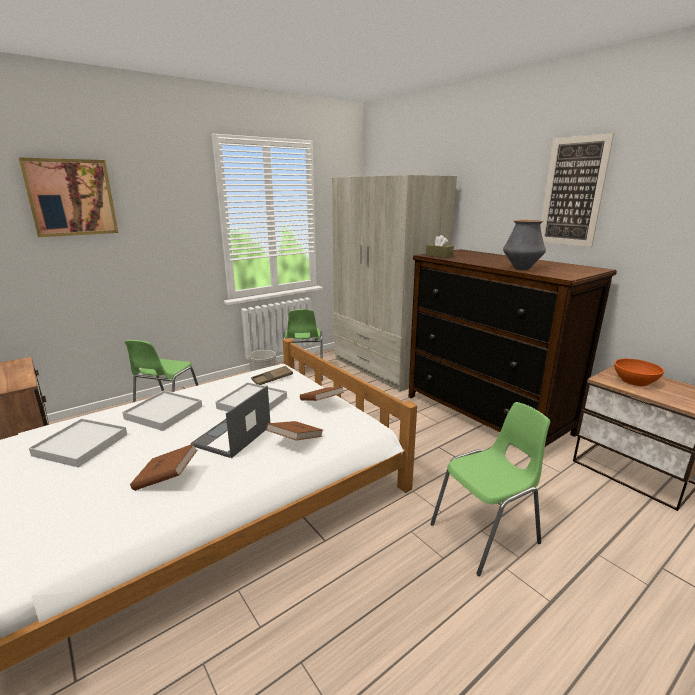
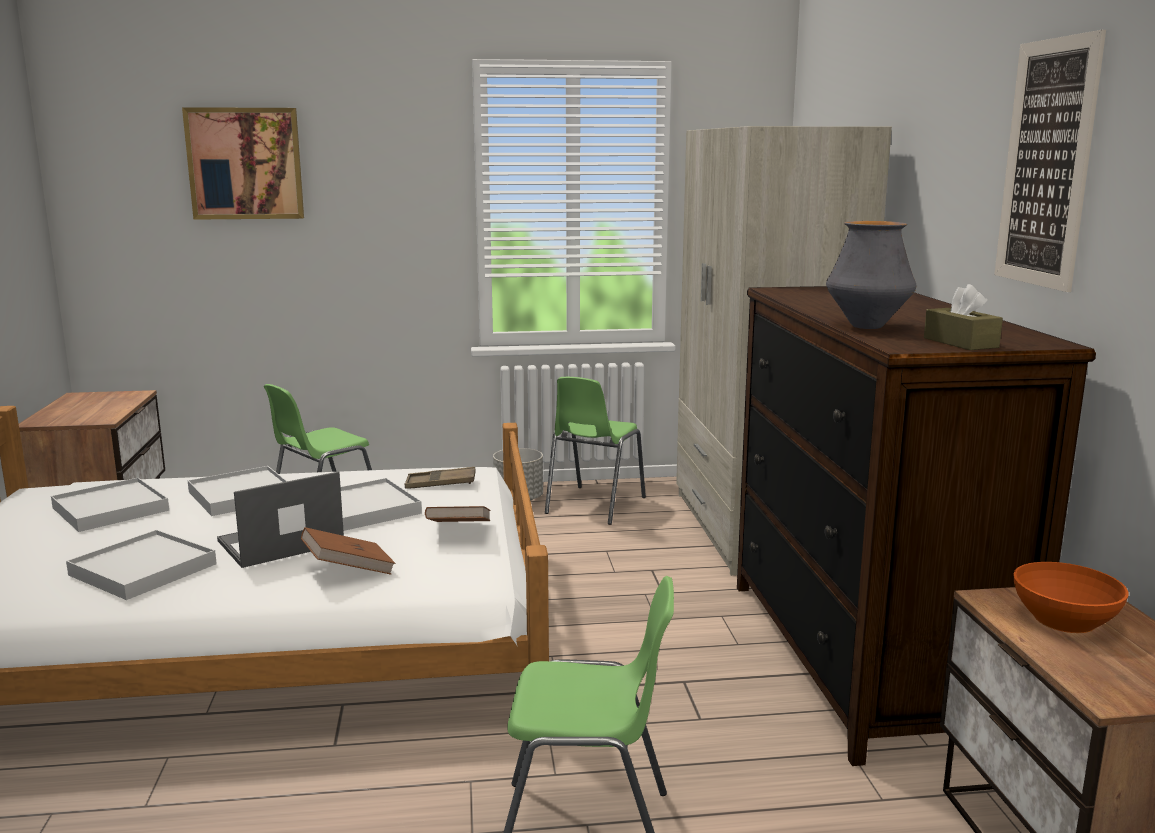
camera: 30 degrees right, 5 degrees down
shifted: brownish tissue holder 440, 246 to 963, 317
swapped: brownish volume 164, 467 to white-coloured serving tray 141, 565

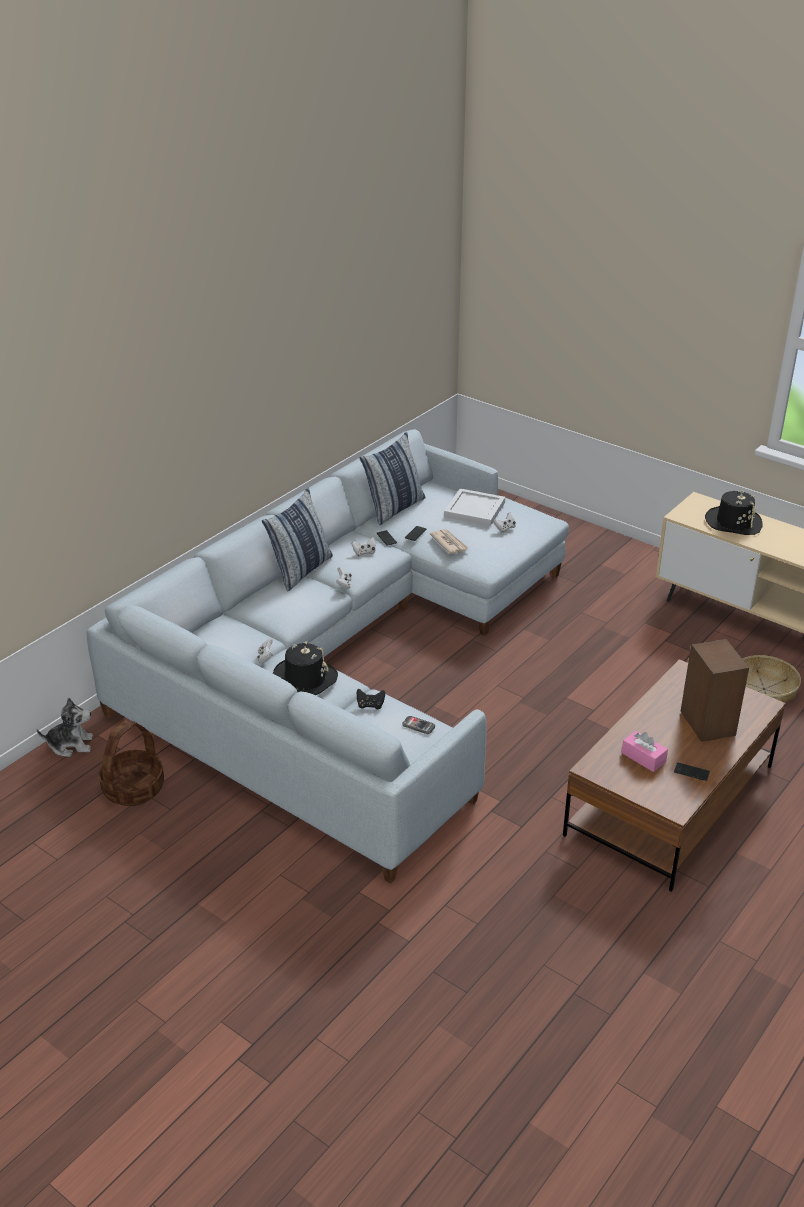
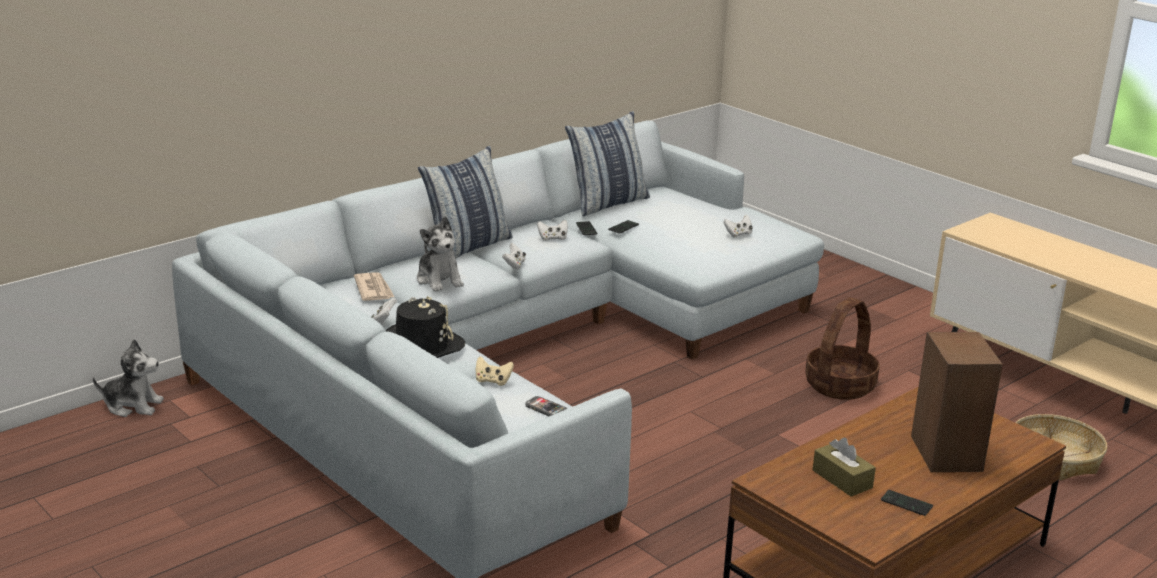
camera: 10 degrees right, 10 degrees down
gone: white-coloured serving tray 474, 507; black clothing hat 734, 512
new: soft toy 440, 254
shifted: basket 131, 762 to 842, 348; daily paper 449, 541 to 374, 286
repainted: black joypad 371, 698 to beige-coloured joypad 495, 371; pink-coloured tissue holder 645, 751 to brownish tissue holder 844, 467

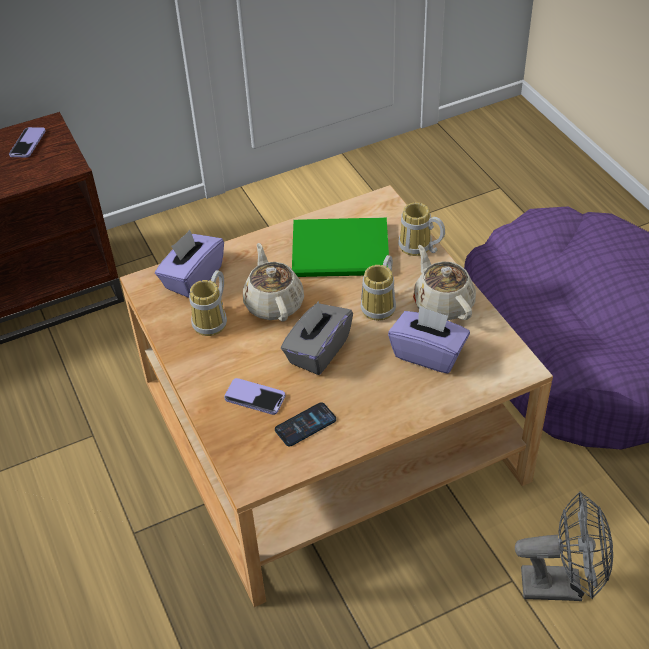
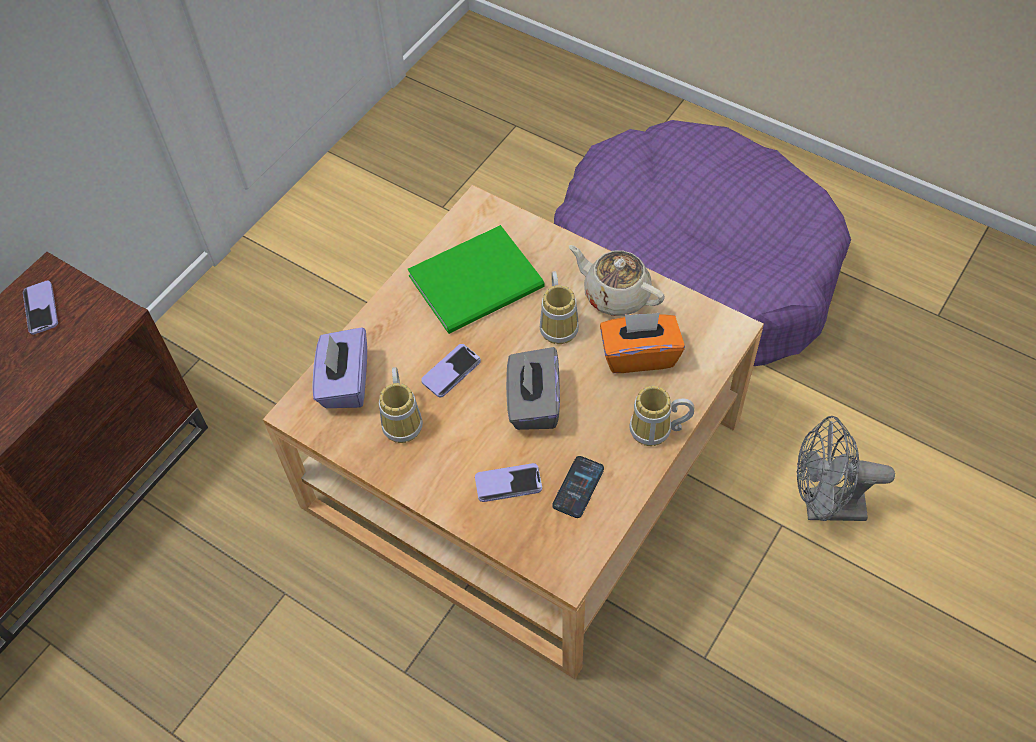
camera: 30 degrees left, 10 degrees up
shifted: tea mug 421, 229 to 661, 416
swapped: beige-coloured pot for tea 273, 282 to telephone 451, 370
repainted: purplish tissue holder 429, 340 to orange-coloured tissue holder 642, 343
rotated: gray cooling fan 564, 546 = 846, 468 150 degrees counterclockwise

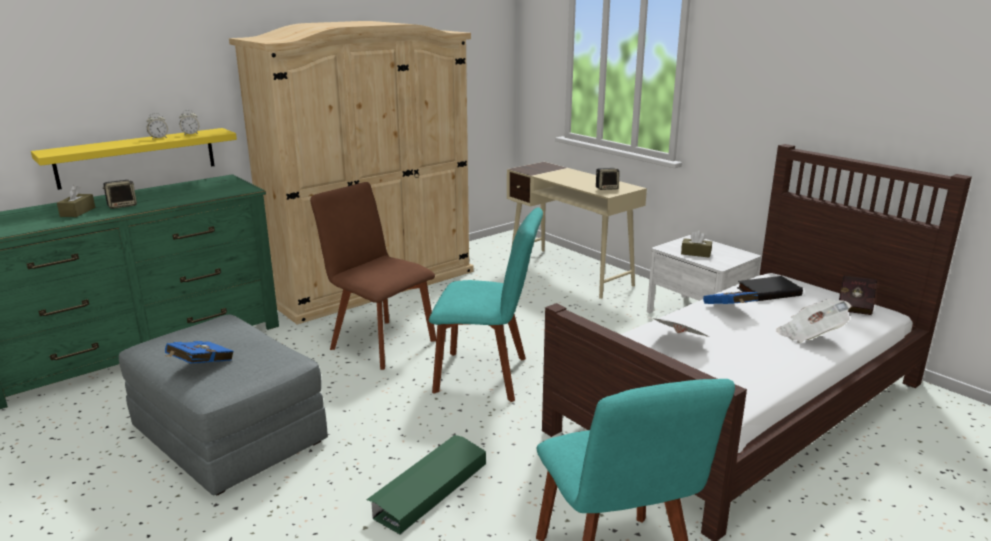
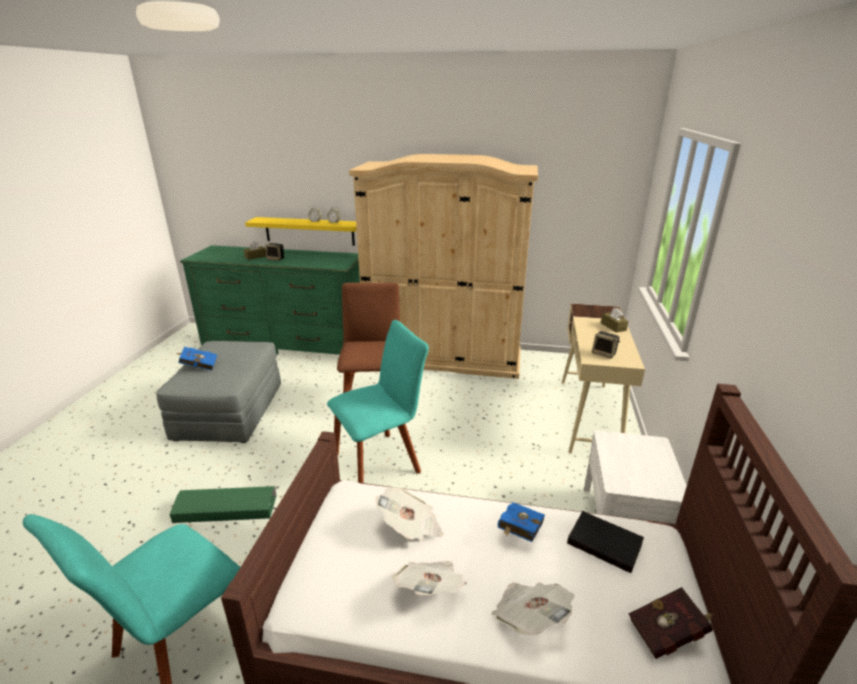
camera: 50 degrees right, 5 degrees up
new: daily paper 429, 578
shifted: brownish tissue holder 696, 244 to 614, 320
rotated: turquoise upright chair 486, 304 = 378, 401 90 degrees counterclockwise

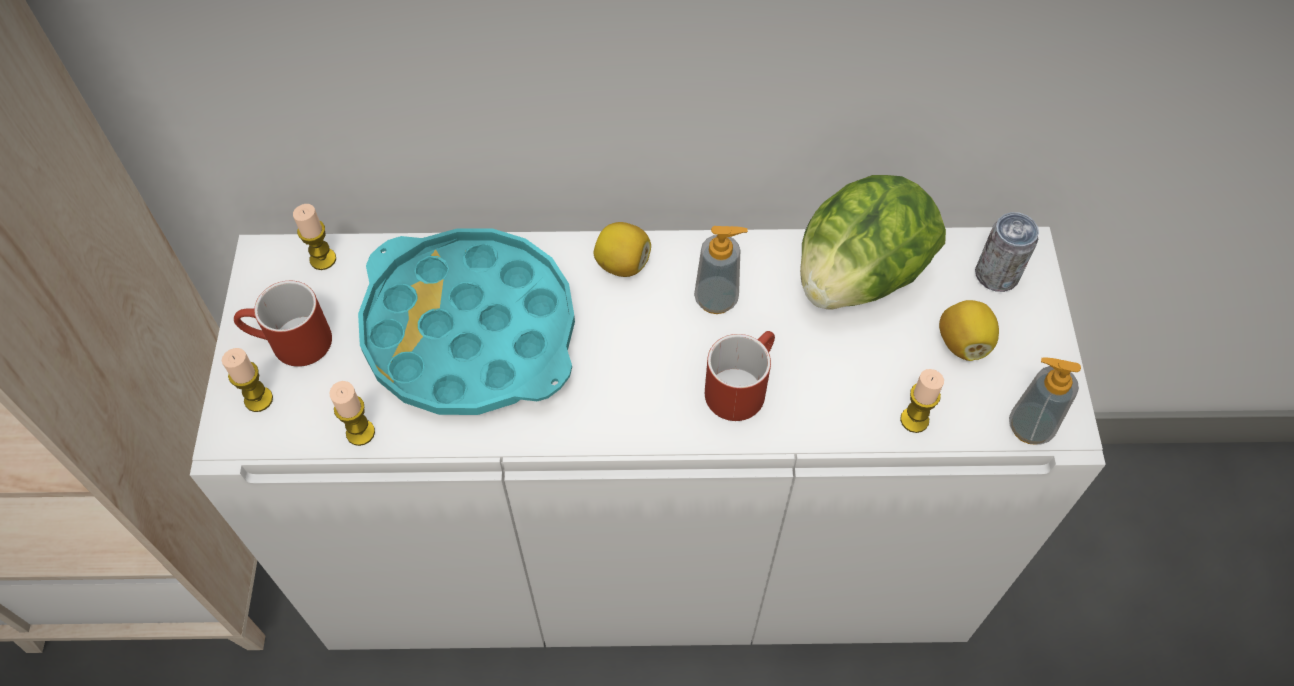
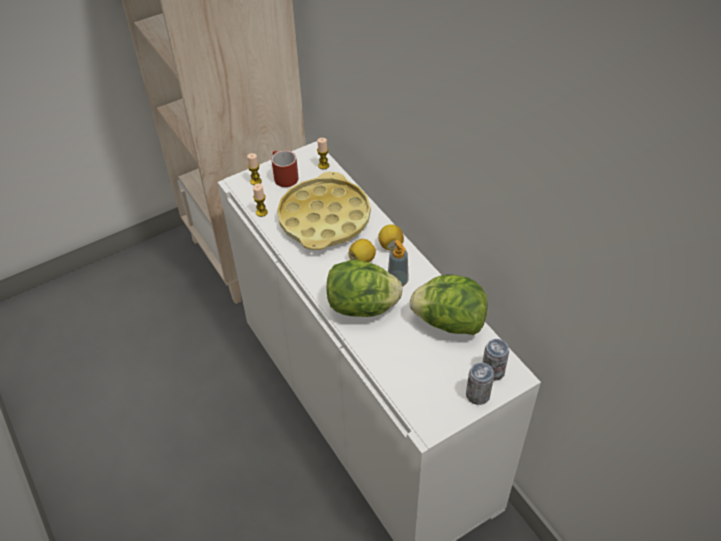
camera: 60 degrees right, 10 degrees down
gone: candle 922, 401; soap bottle 1045, 401
new: metal can 480, 383
shifted: lemon 969, 330 to 362, 250
swapped: red-coloured tea mug 740, 376 to lettuce 364, 288
repainted: turquoise serving tray 466, 321 to yellowish serving tray 324, 211

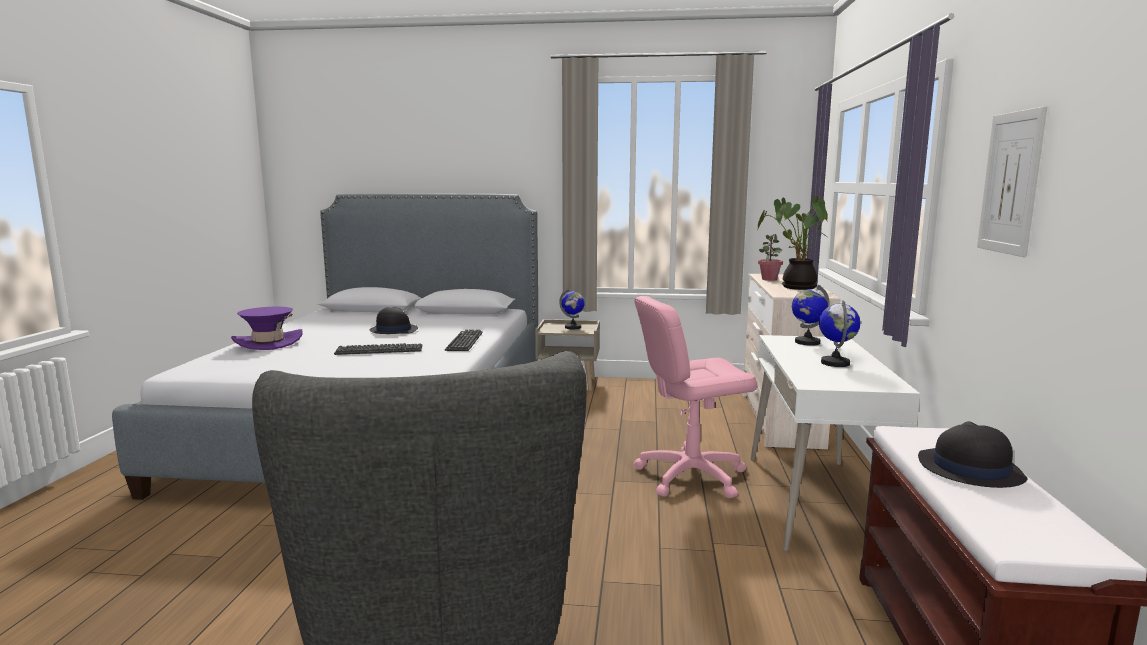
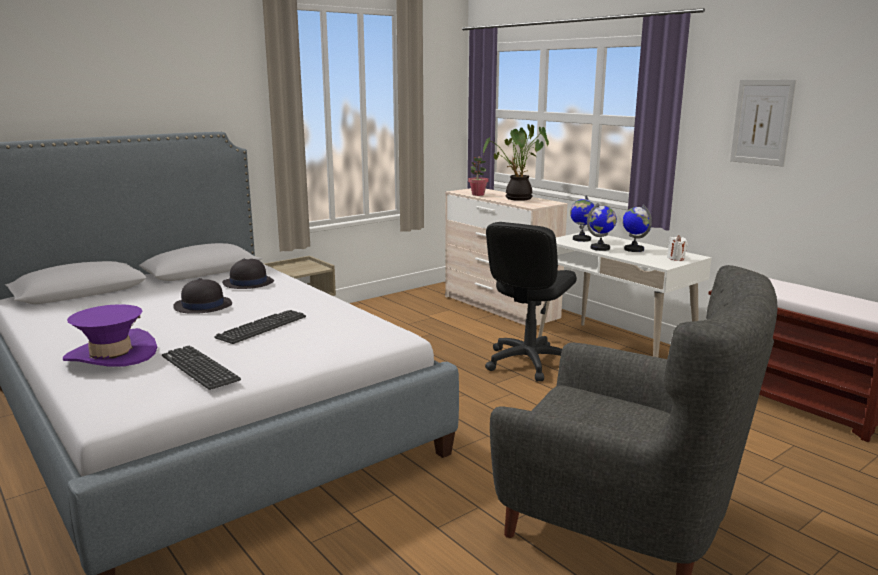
camera: 45 degrees left, 5 degrees up
new: white-coloured candle 677, 248
shifted: keyboard 464, 340 to 201, 368; globe 572, 308 to 602, 227; black clothing hat 972, 454 to 248, 274
repainted: pink-coloured computer chair 695, 397 to black computer chair 531, 301

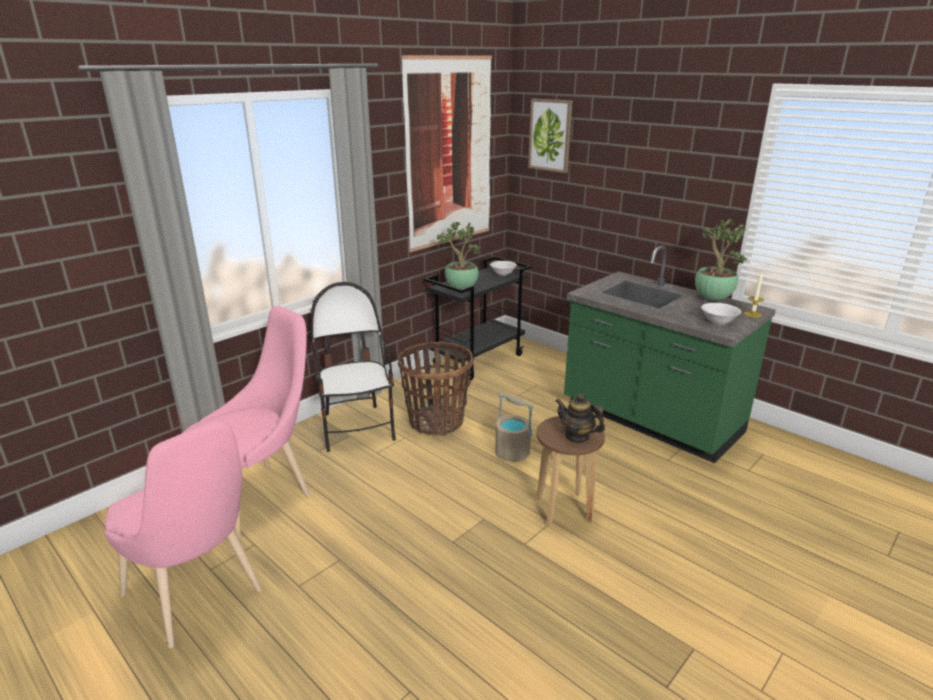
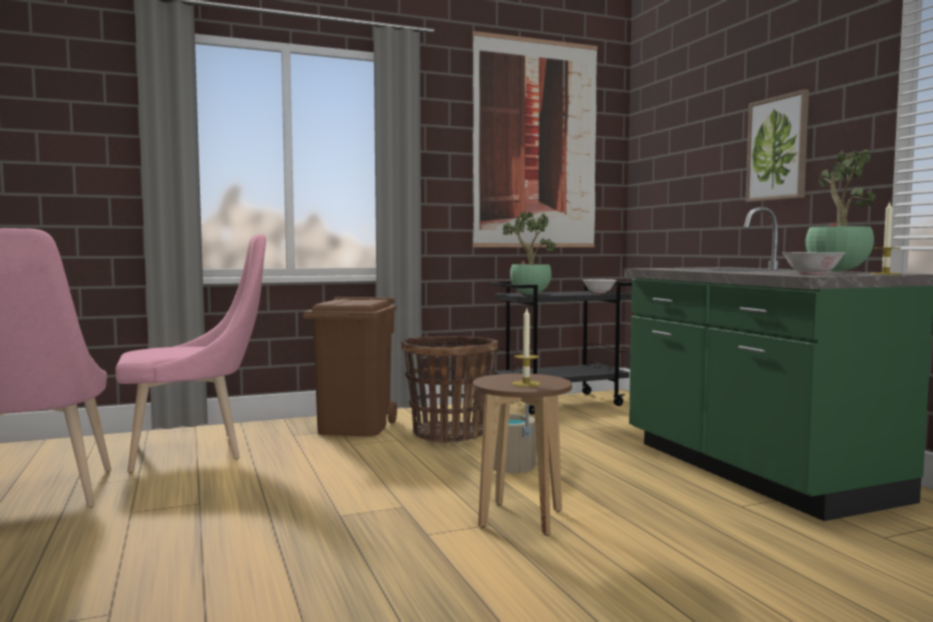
camera: 25 degrees right, 20 degrees down
shifted: picture 550, 136 to 777, 145
swapped: upright chair 353, 367 to brownish trash can 350, 366; pot for tea 580, 418 to candle 526, 348

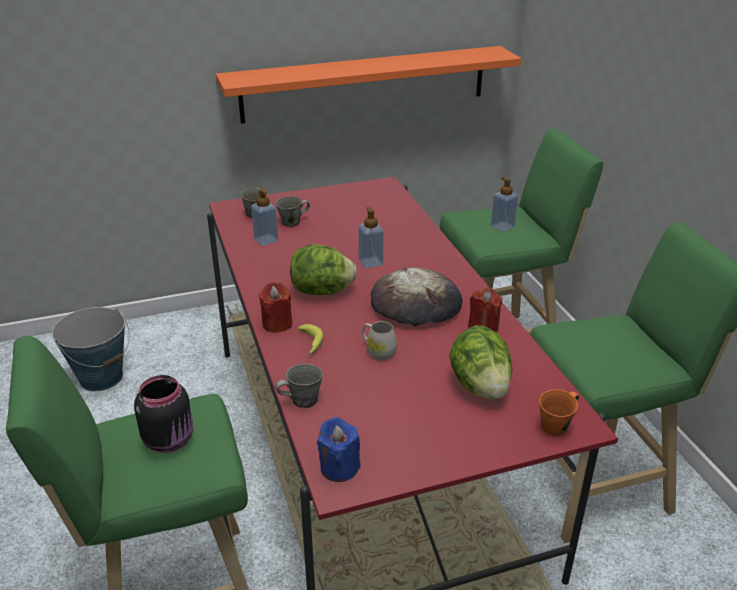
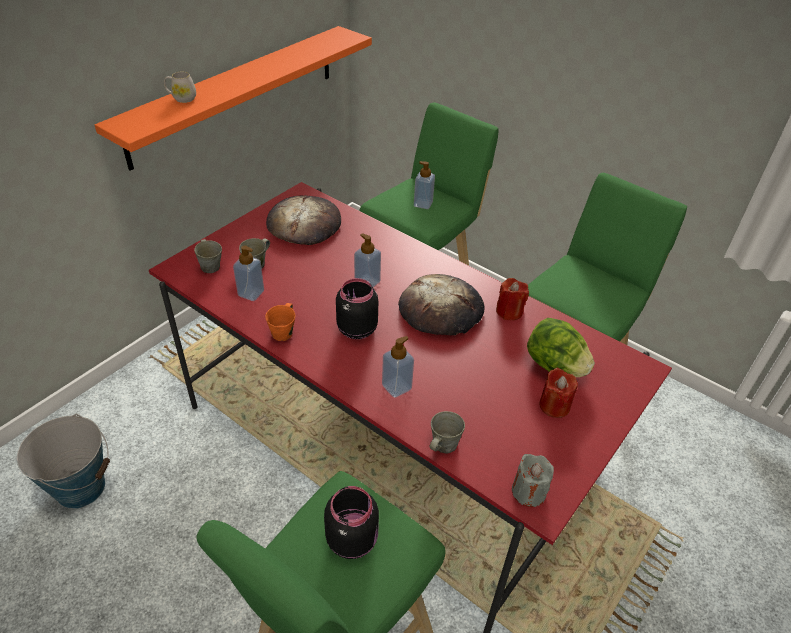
camera: 35 degrees left, 10 degrees up
new: bakery bread 303, 220
shifted: red-coloured candle 276, 307 to 558, 393; white-coloured tea mug 379, 340 to 180, 87; orange-coloured tea mug 559, 412 to 280, 322
swapped: lettuce 323, 269 to black jar 357, 308; banana fruit 311, 339 to soap bottle 398, 367
repainted: blue-coloured candle 338, 449 to gray candle 533, 480

